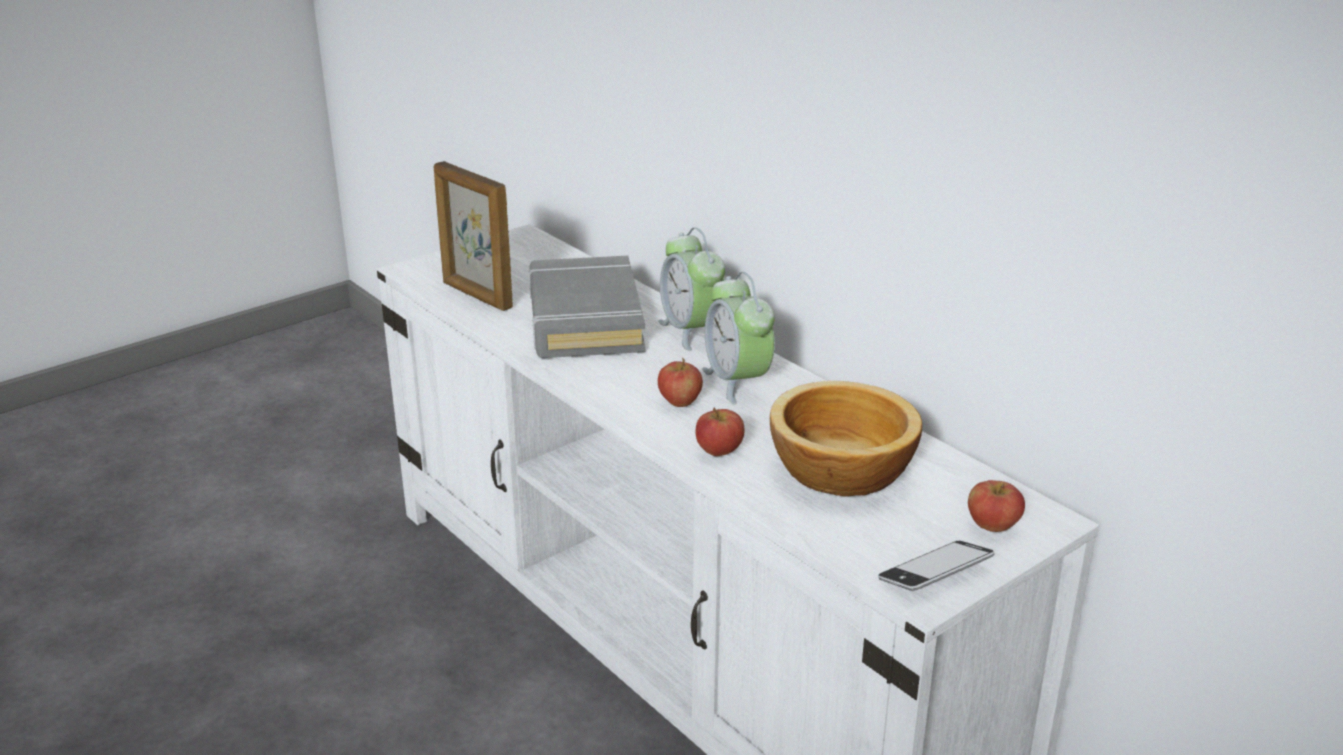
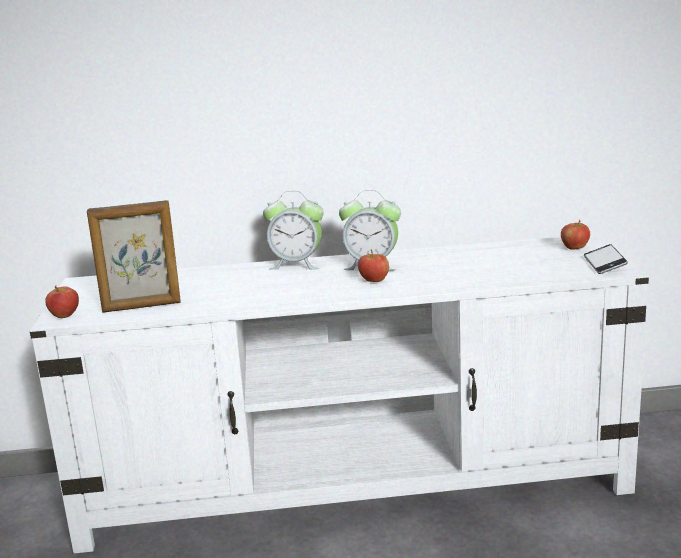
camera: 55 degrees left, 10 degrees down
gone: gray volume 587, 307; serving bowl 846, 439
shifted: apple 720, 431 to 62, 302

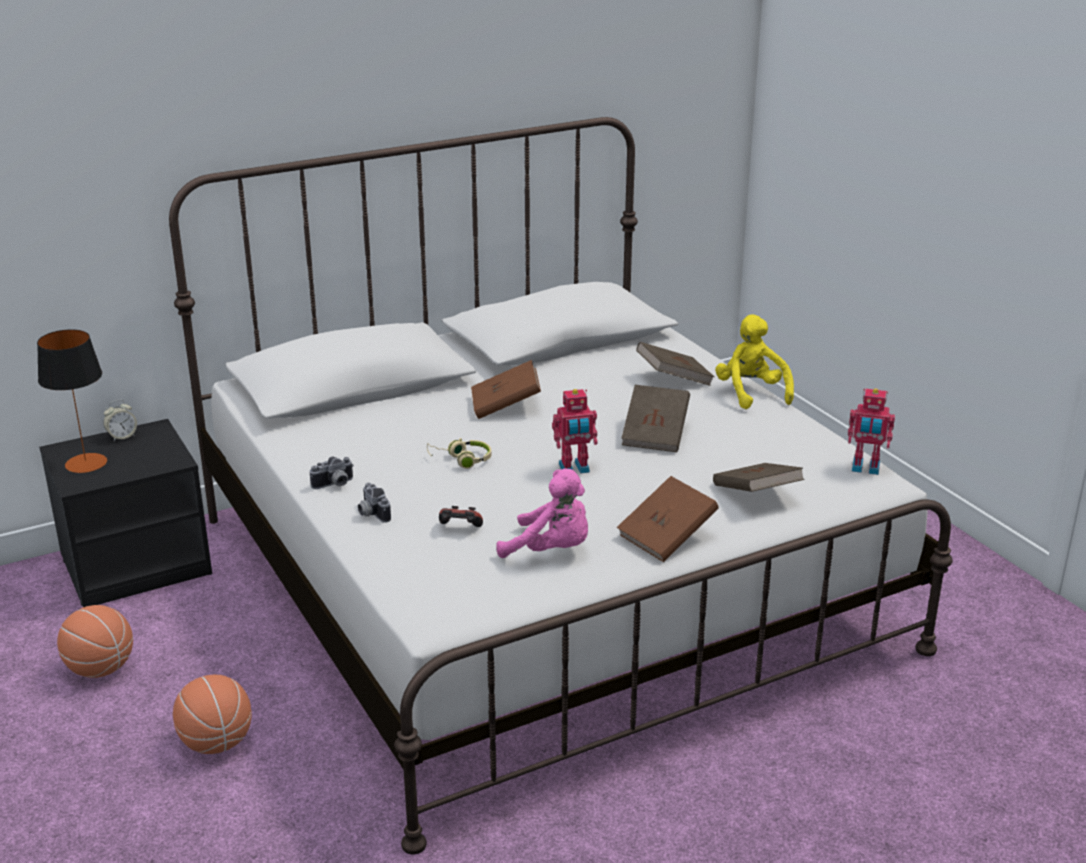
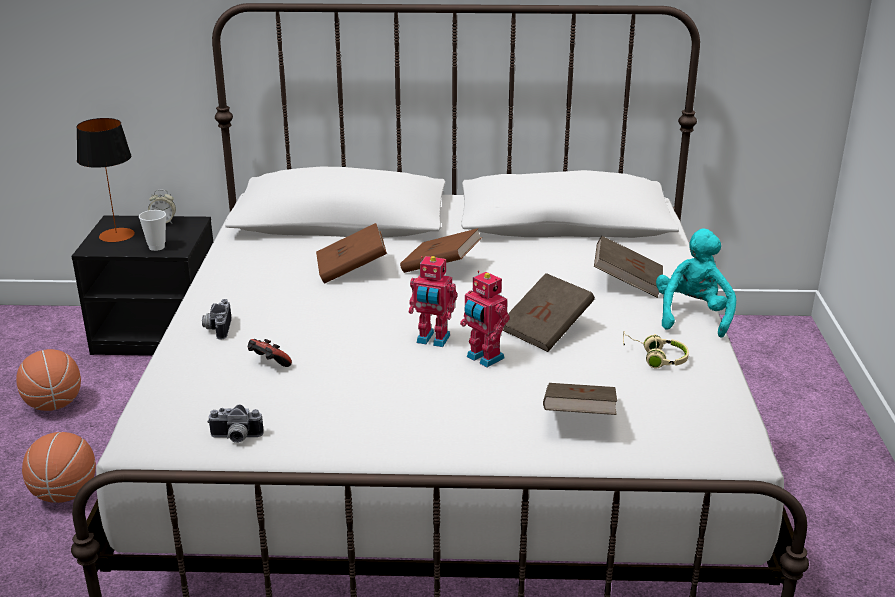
camera: 30 degrees right, 0 degrees up
gone: pink-coloured soft toy 542, 513
new: drinking cup 152, 230
shifted: photo camera 332, 472 to 235, 424; beige-coloured pair of headphones 459, 453 to 656, 349; brownish volume 668, 519 to 351, 253; model robot 871, 431 to 485, 318
repainted: yellowish soft toy 754, 361 to turquoise soft toy 696, 283

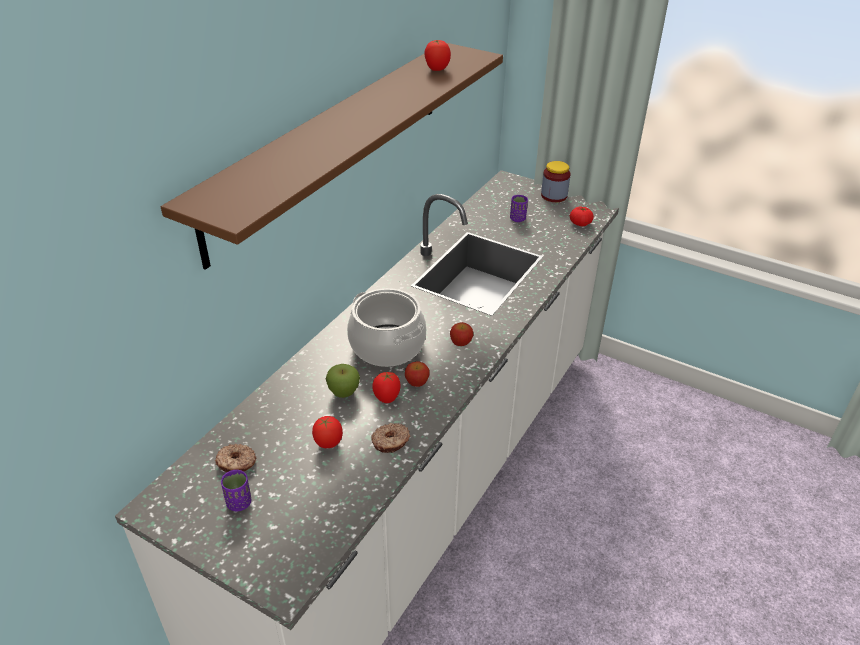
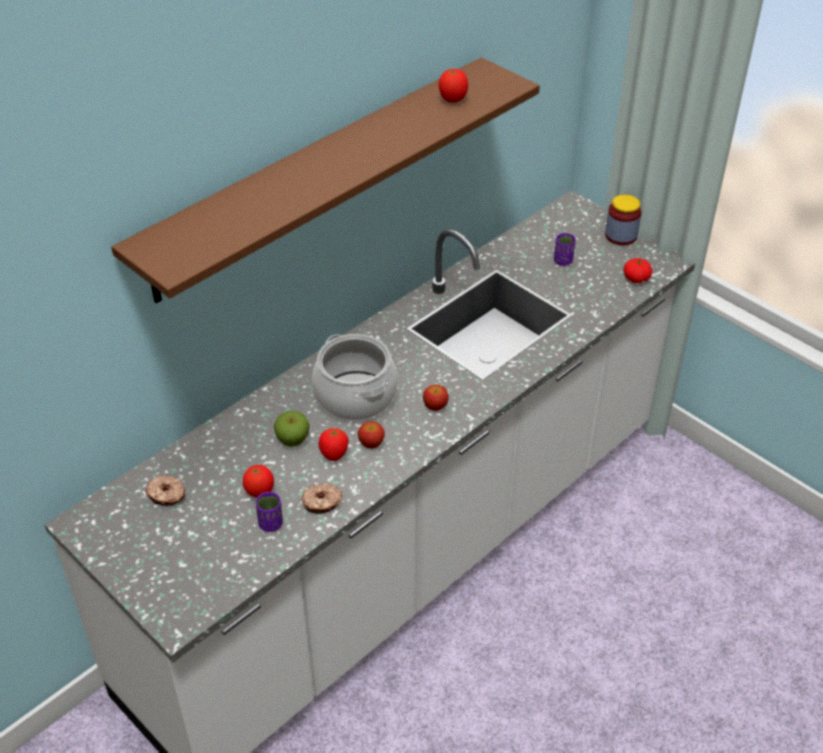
camera: 15 degrees right, 5 degrees up
shifted: purplish drinking cup 236, 490 to 269, 512

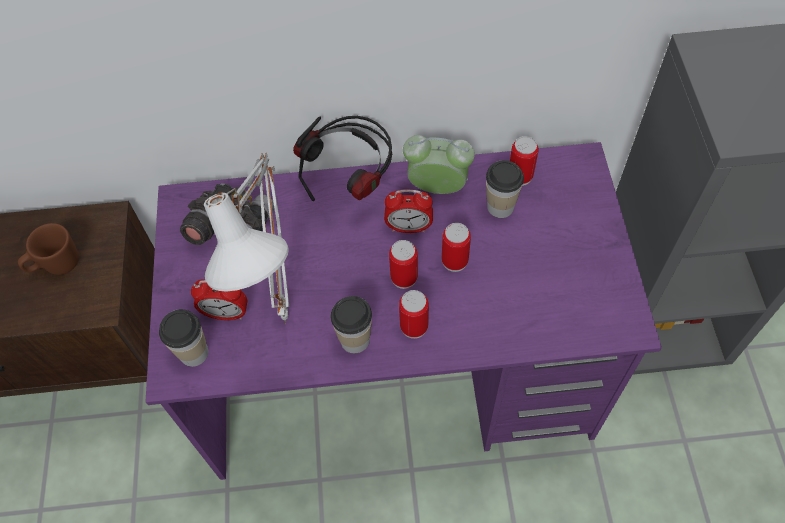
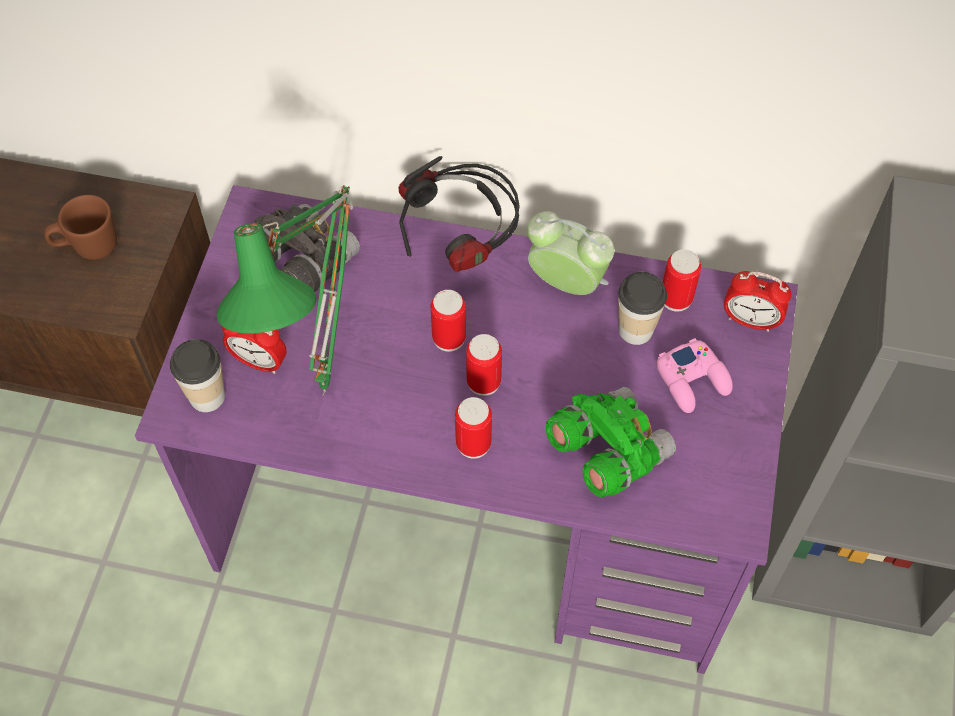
camera: 15 degrees right, 0 degrees up
gone: drinking cup 351, 324
new: green binoculars 611, 442; pink-coloured joypad 694, 375
shifted: alarm clock 408, 211 to 757, 301; metal can 456, 247 to 448, 321
repainted: white-coloured tabletop lamp 246, 239 to green tabletop lamp 285, 290

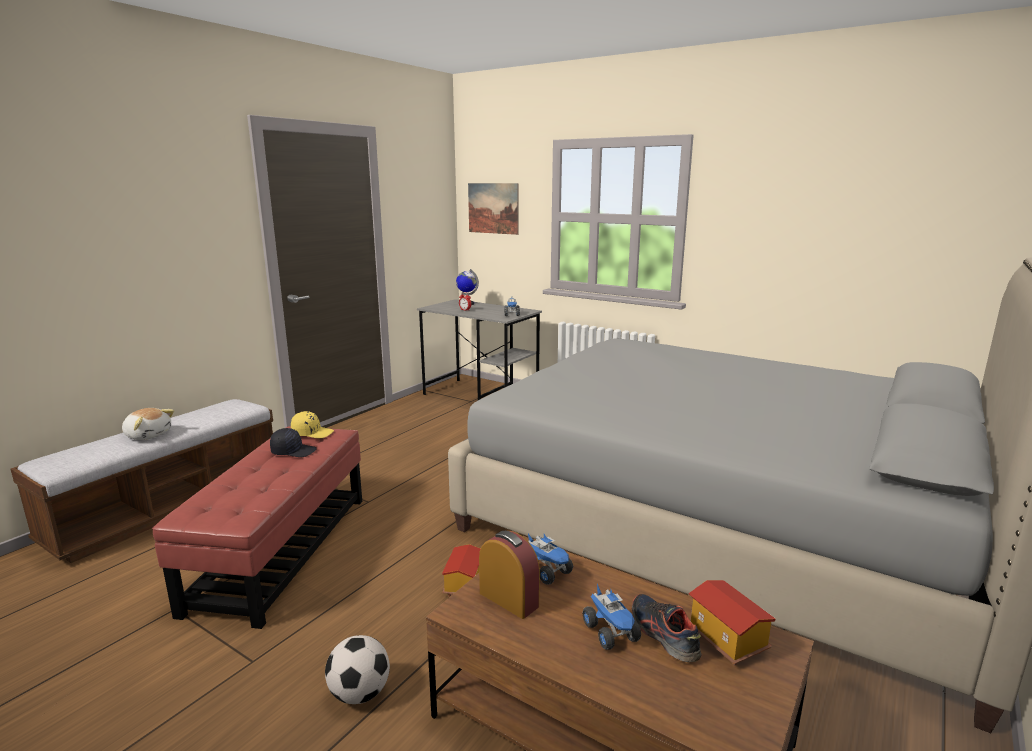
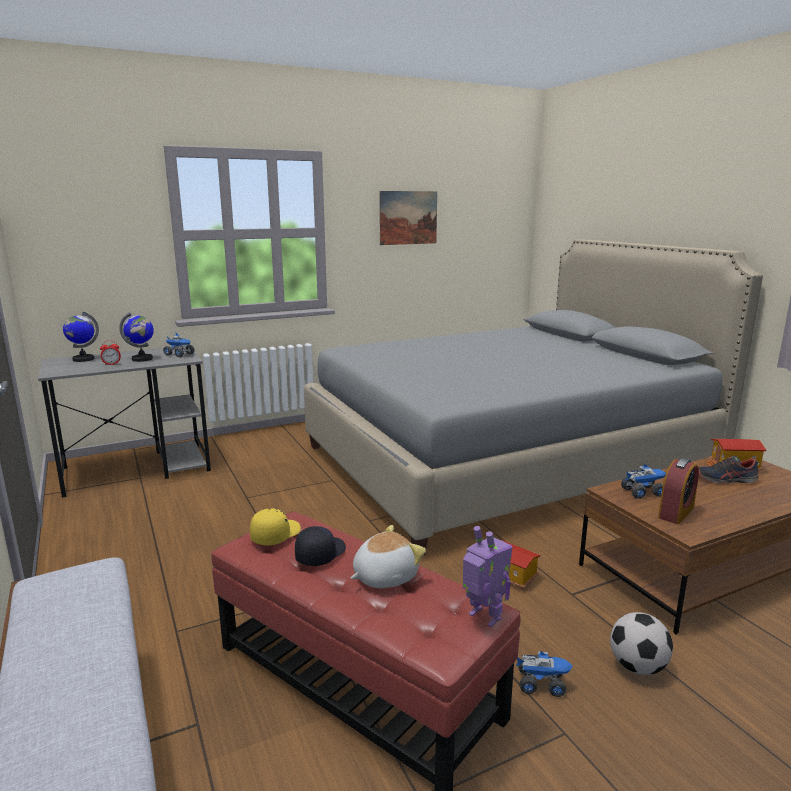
camera: 60 degrees left, 0 degrees up
new: globe 136, 337; model robot 488, 576
shifted: soft toy 148, 424 to 388, 556; picture 493, 209 to 408, 218; toy truck 612, 617 to 544, 673
rotated: alarm clock 509, 575 = 678, 491 150 degrees clockwise

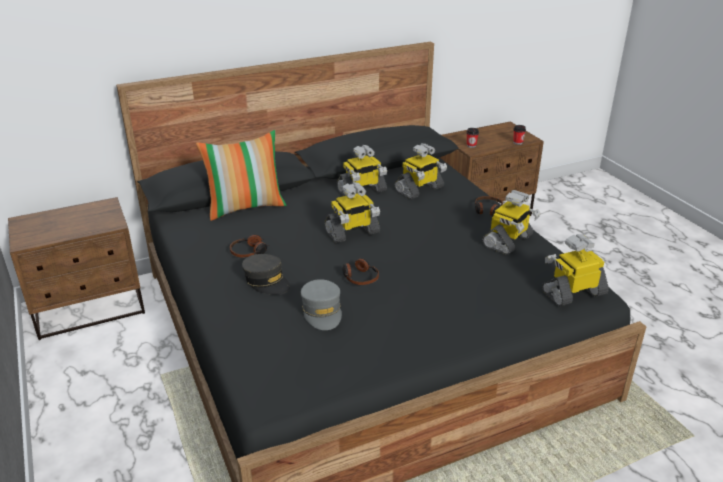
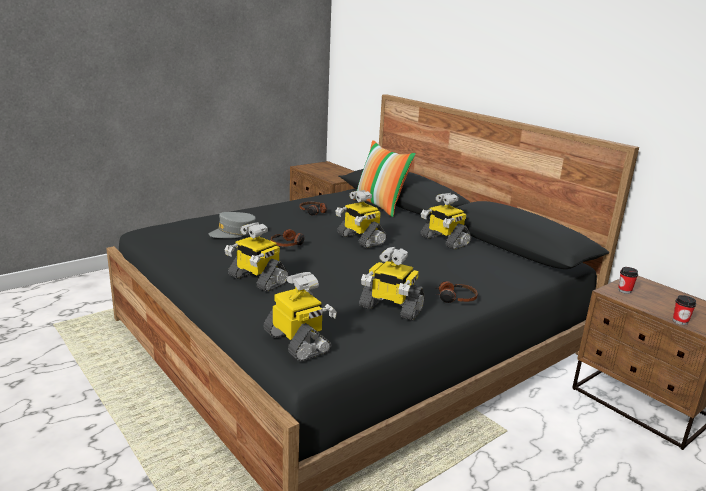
camera: 75 degrees right, 10 degrees down
gone: gray baseball cap 266, 274
shifted: model robot 420, 171 to 256, 257

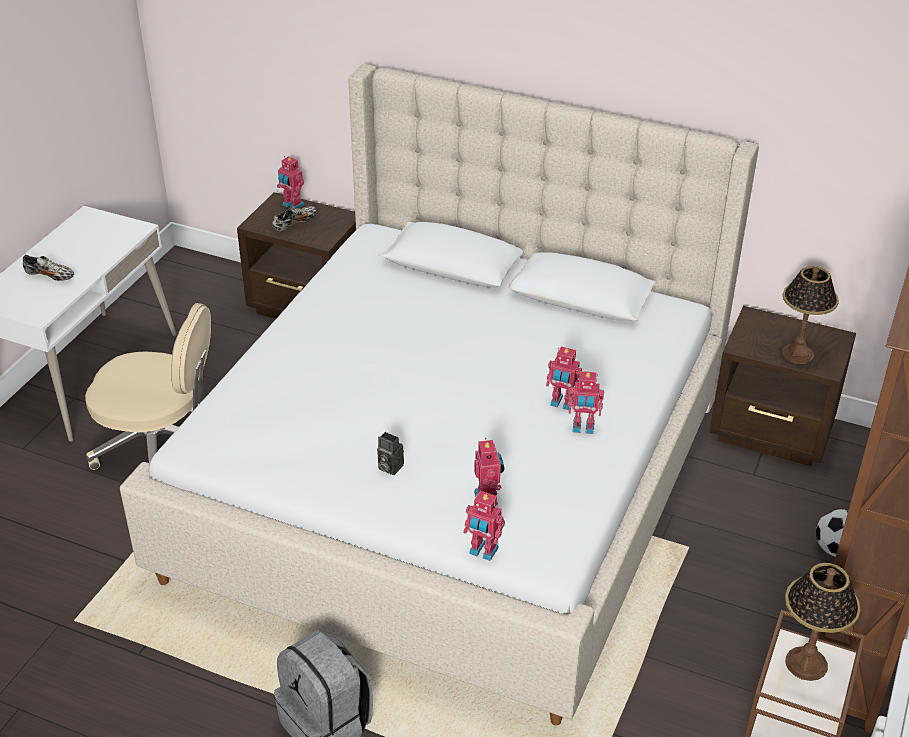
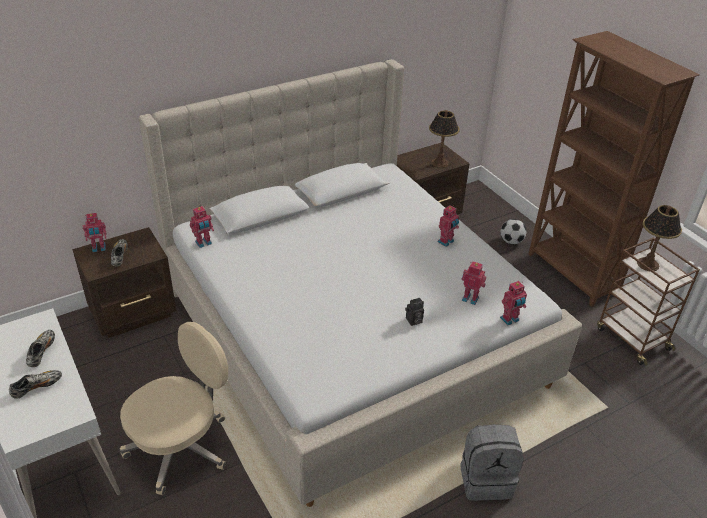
camera: 55 degrees left, 0 degrees up
new: item of footwear 40, 348
shifted: model robot 564, 378 to 202, 227

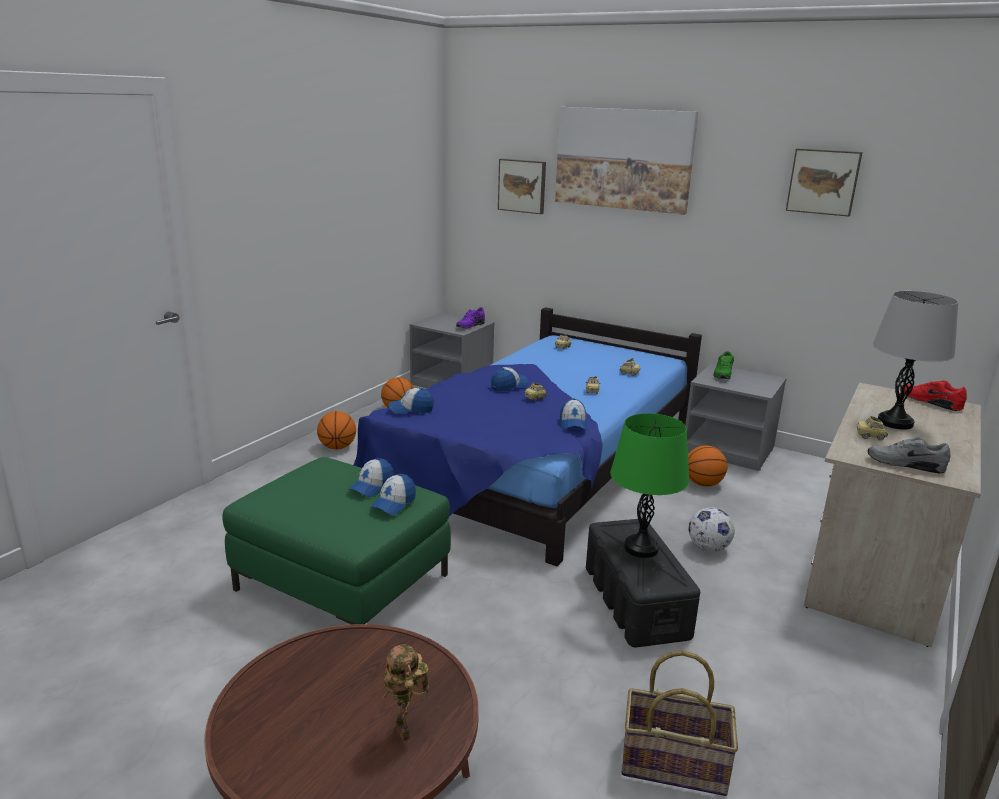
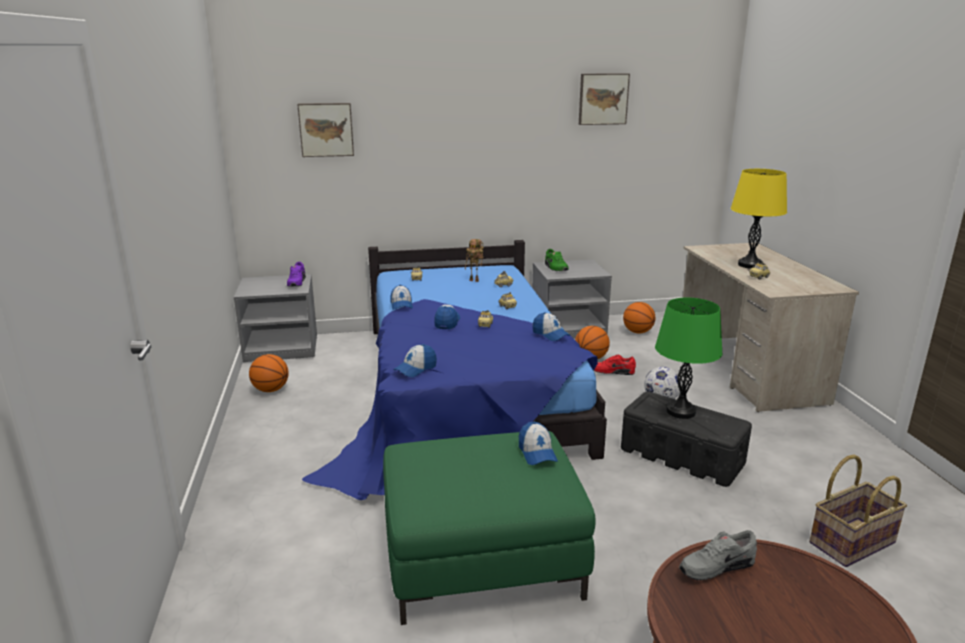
camera: 40 degrees left, 0 degrees up
gone: picture 626, 161
shifted: basketball 336, 430 to 639, 317; baseball cap 371, 477 to 401, 297; model robot 405, 692 to 474, 260; gray item of footwear 909, 455 to 718, 555; red-coloured item of footwear 933, 395 to 615, 365
repainted: gray tabletop lamp 915, 360 to yellowish tabletop lamp 759, 219

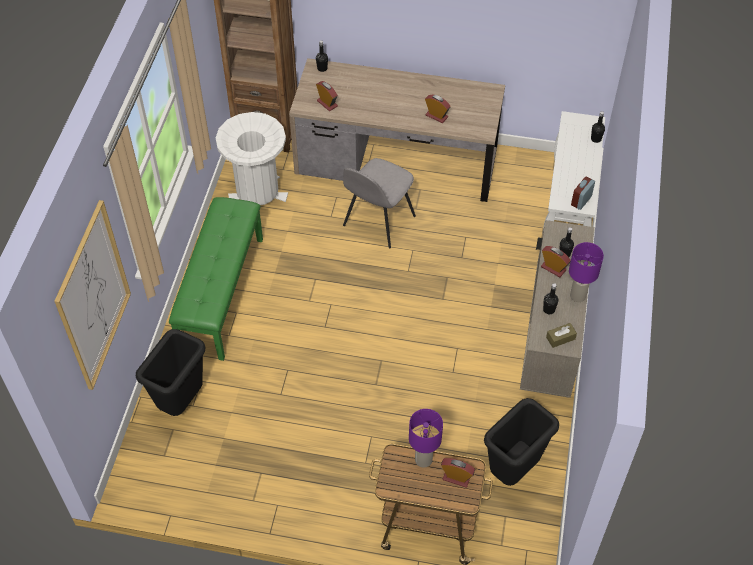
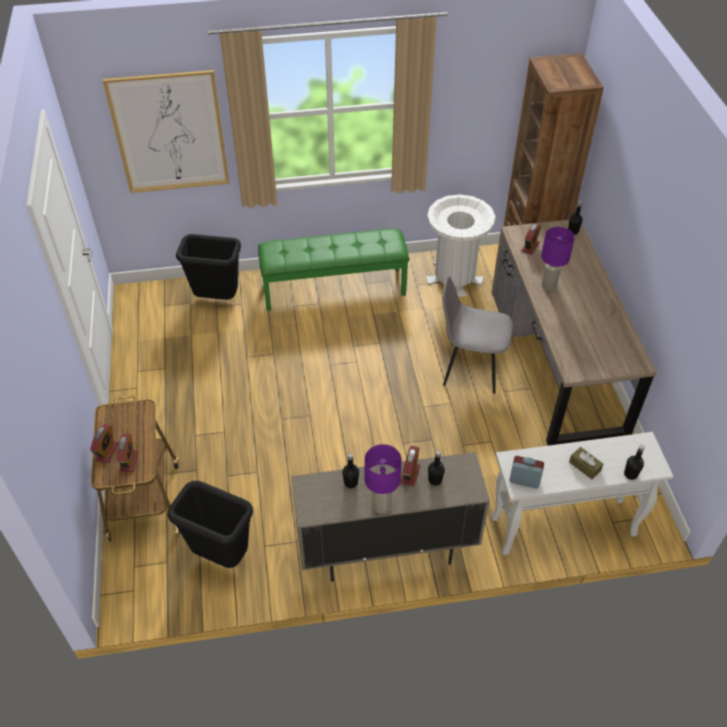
camera: 70 degrees right, 5 degrees down
shifted: purplish tabletop lamp 426, 438 to 558, 259; alarm clock 437, 109 to 104, 443; brownish tissue holder 561, 335 to 586, 463

